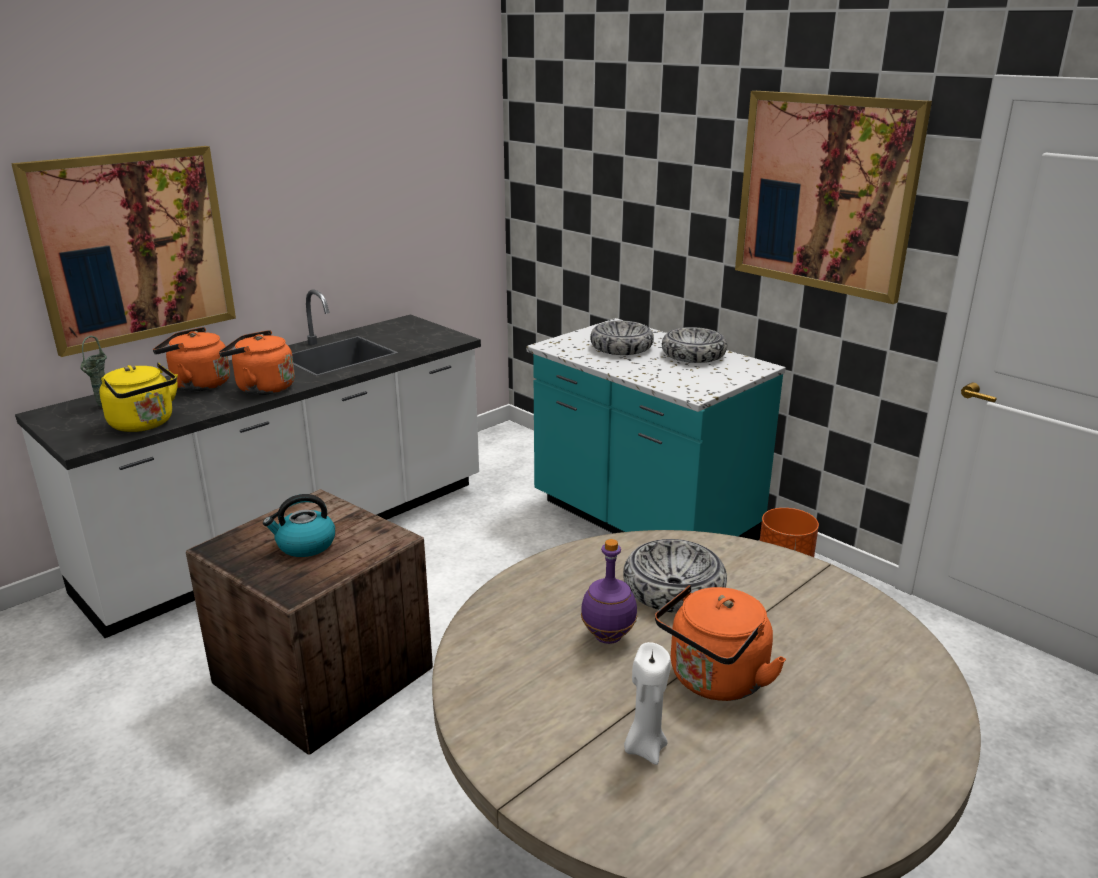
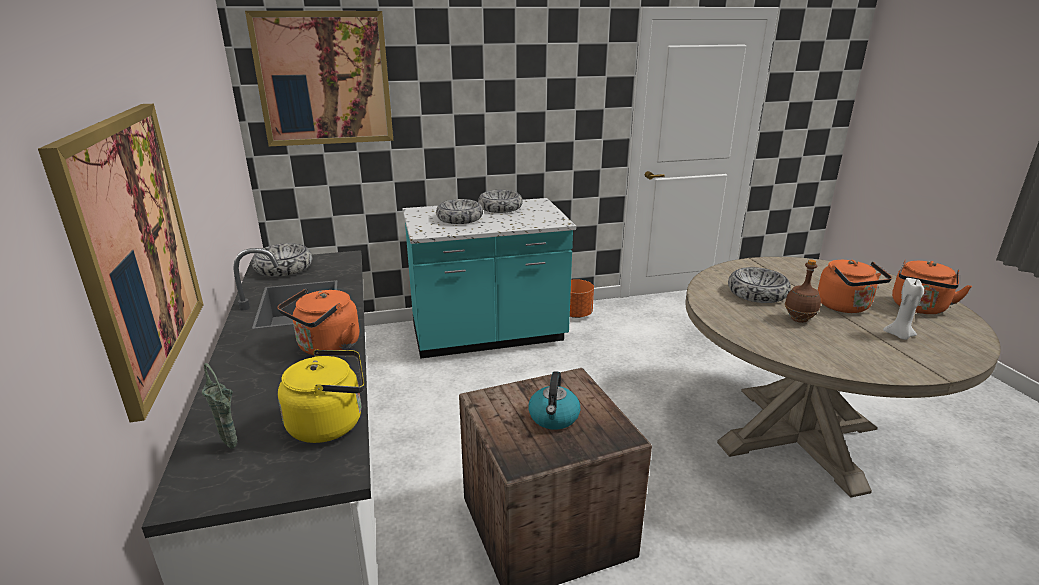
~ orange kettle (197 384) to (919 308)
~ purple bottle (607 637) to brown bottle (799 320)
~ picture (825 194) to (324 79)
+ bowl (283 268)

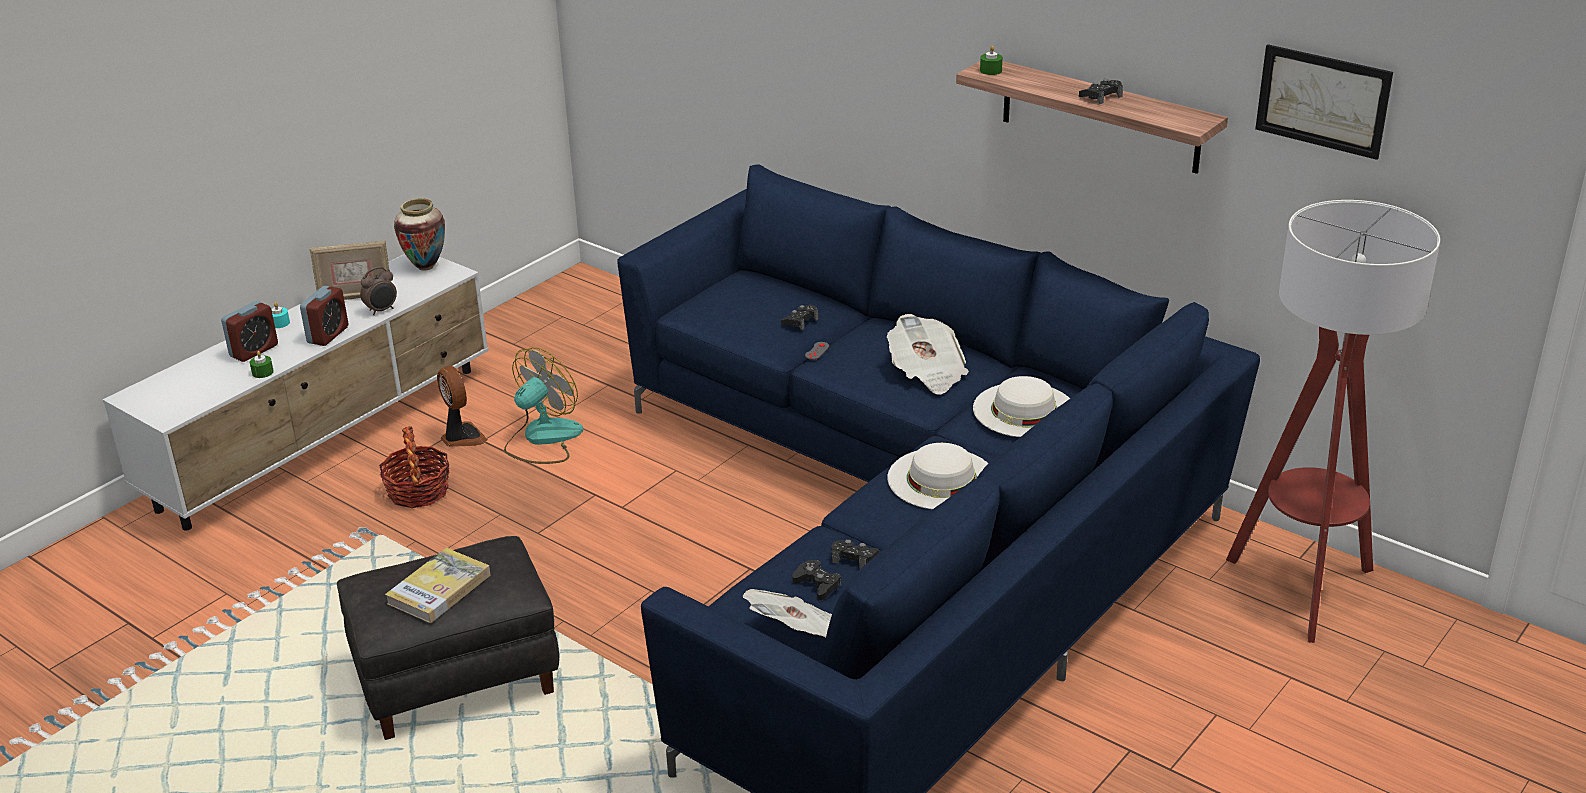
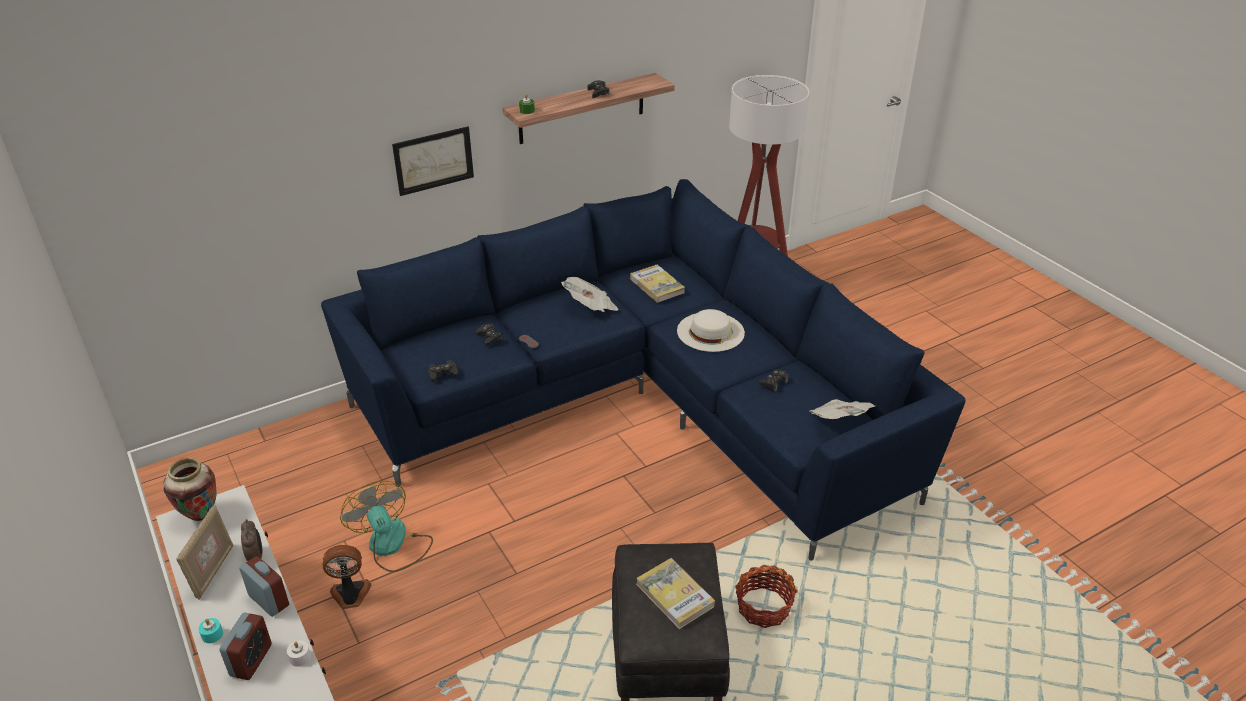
~ alarm clock (254 351) = (251 660) 45 degrees clockwise
~ green candle (262 372) to white candle (300 657)
~ basket (418 491) to (763 608)
~ black game controller (817 584) to (443 374)
~ white hat (1024 410) to book (657 286)
~ picture (1322 101) to (433 160)

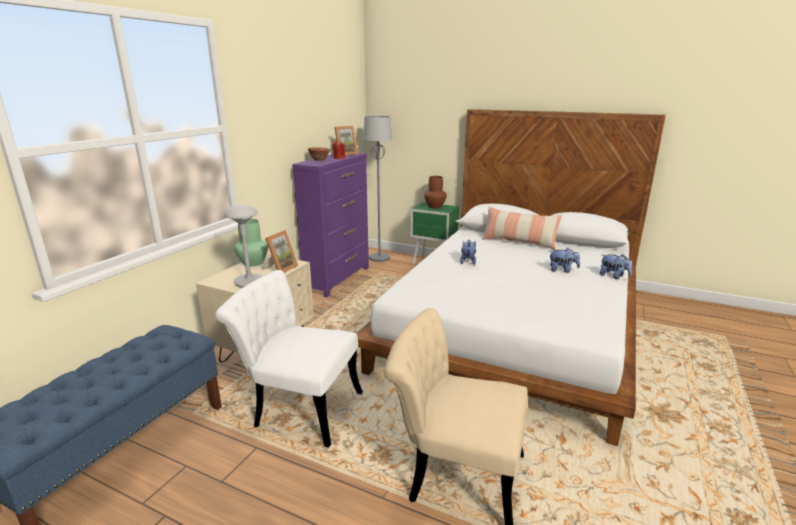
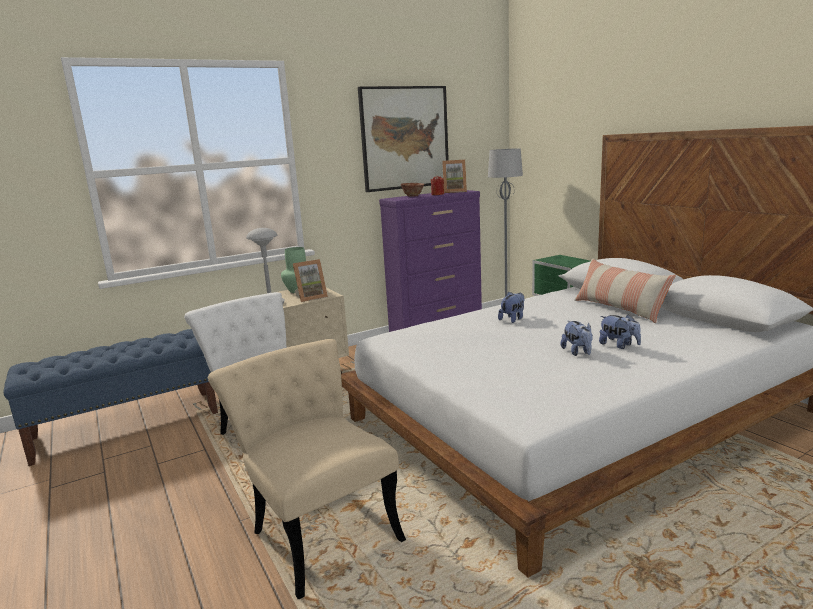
- brown vase (435 206)
~ plush toy (613 276) to (577 352)
+ picture (405 138)

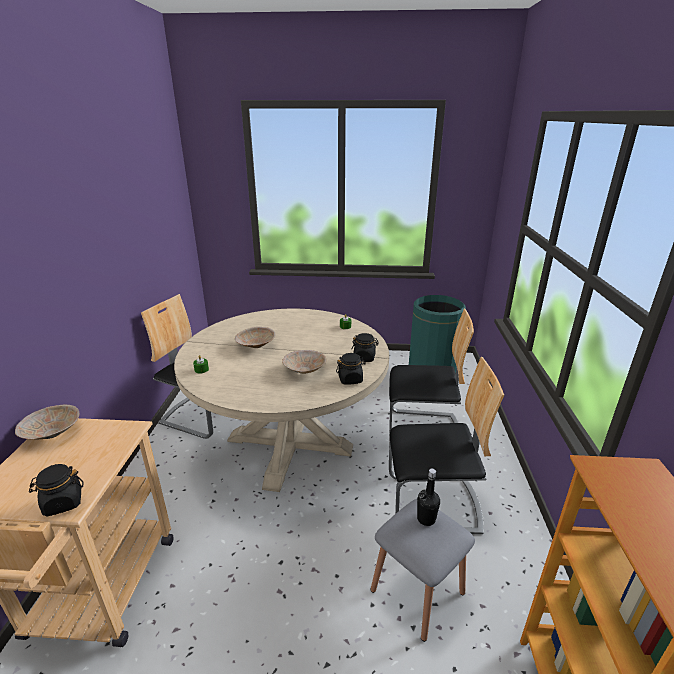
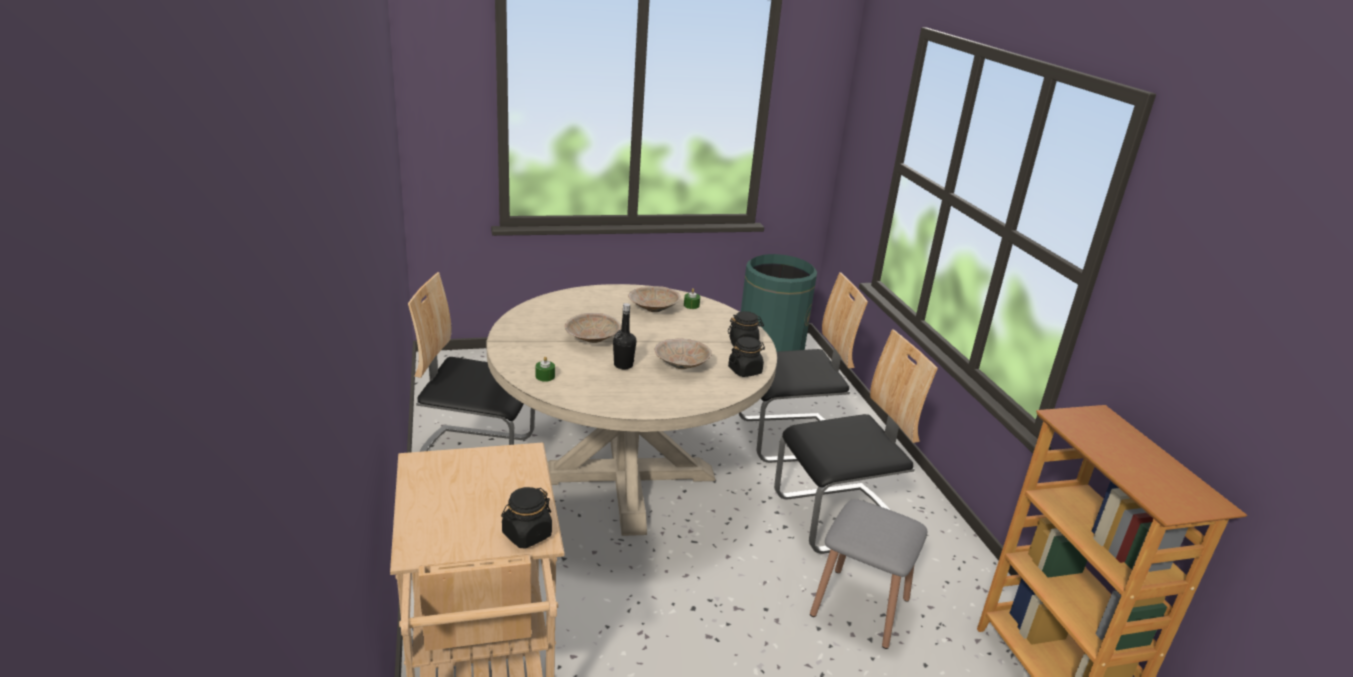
~ beige bowl (52 433) to (652 309)
~ black bottle (426 519) to (623 365)

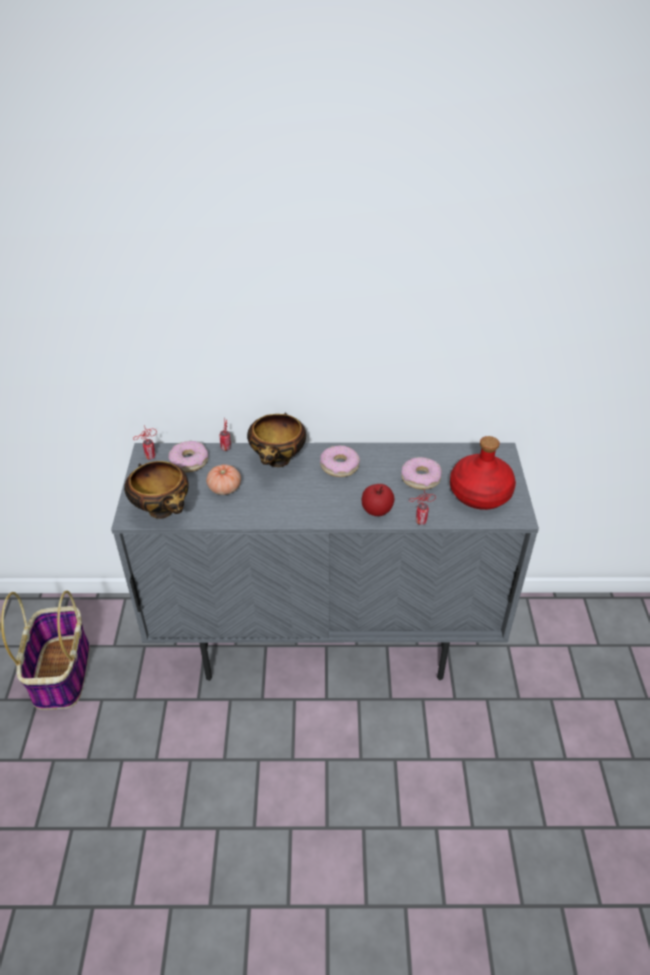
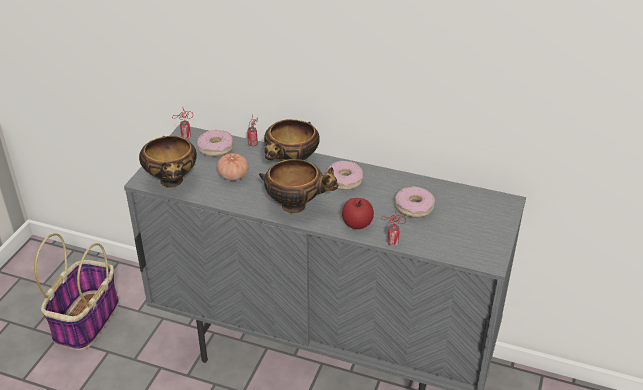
- red bottle (479 494)
+ bowl (297 206)

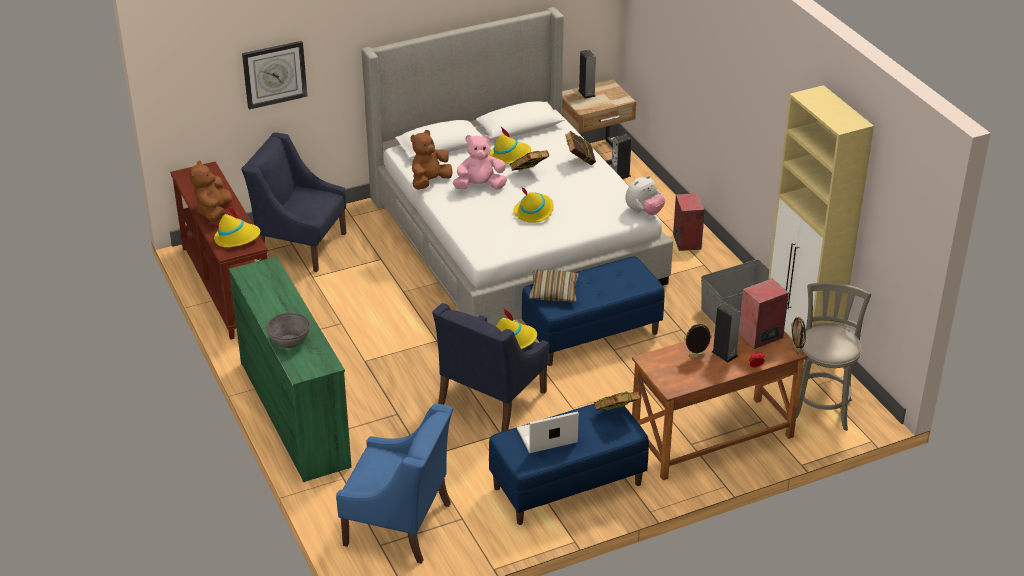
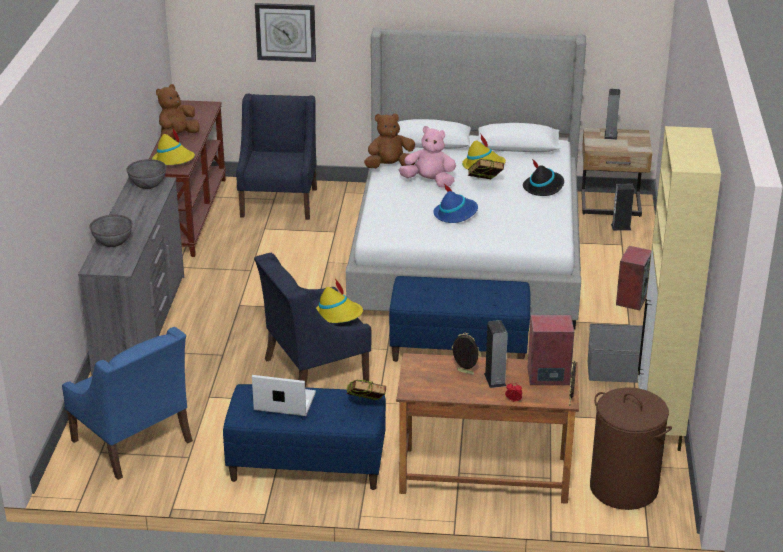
~ green dresser (295 413) to grey dresser (142 326)
~ blue armchair (300 245) = (279 202) 45 degrees clockwise
~ yellow hat (534 211) to blue hat (455 214)
- pillow (554 292)
~ book (580 162) to black hat (543 187)
- plush toy (644 212)
~ grey stool (821 408) to brown laundry basket (624 488)
+ grey bowl (148 184)

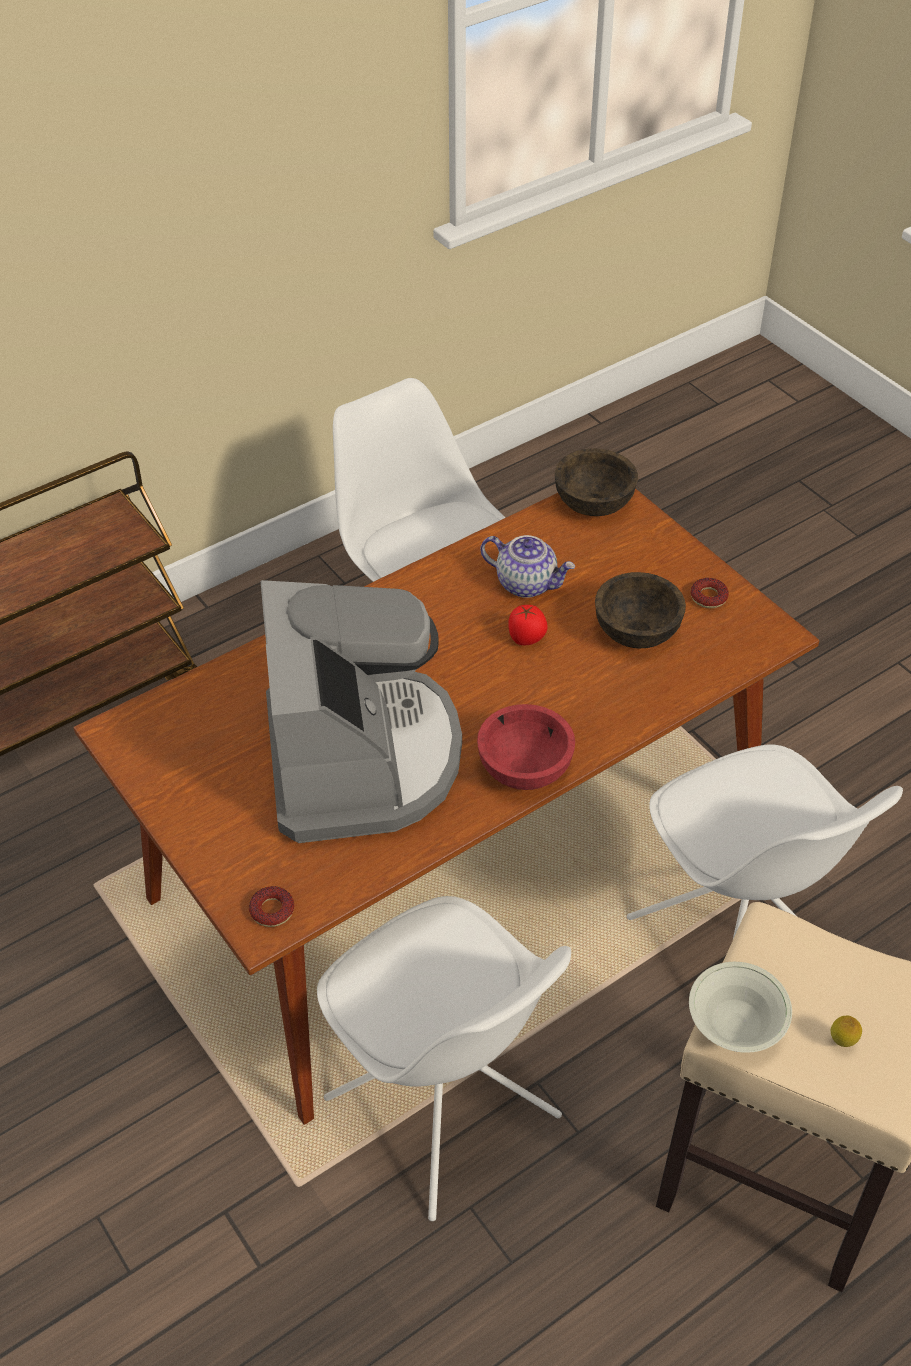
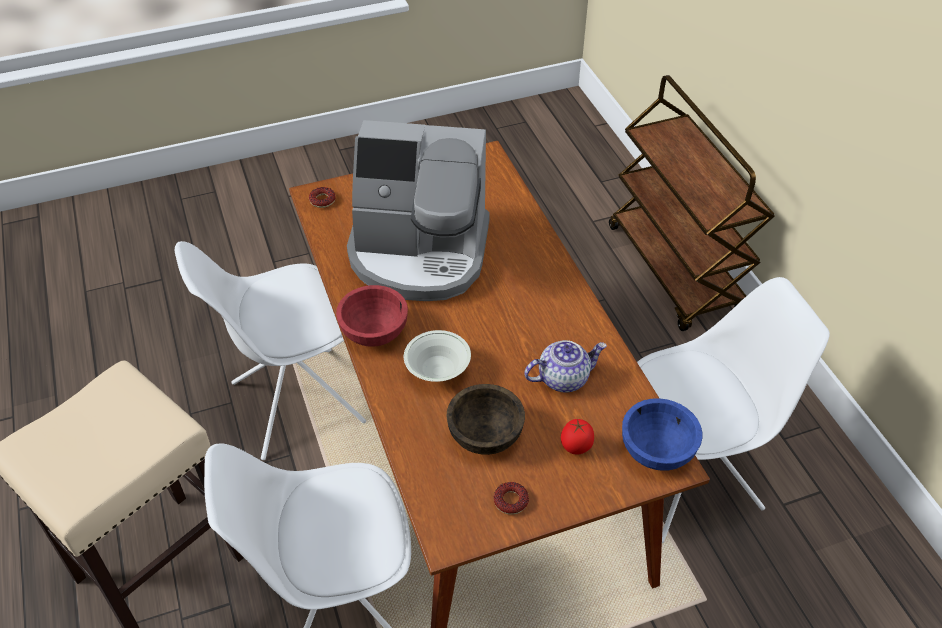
~ teapot (527 583) = (563 378) 150 degrees counterclockwise
~ tomato (526 639) to (575 447)
~ brown bowl (593 503) to blue bowl (657 450)
~ white bowl (735 1026) to (438 371)
- lemon (842 1042)

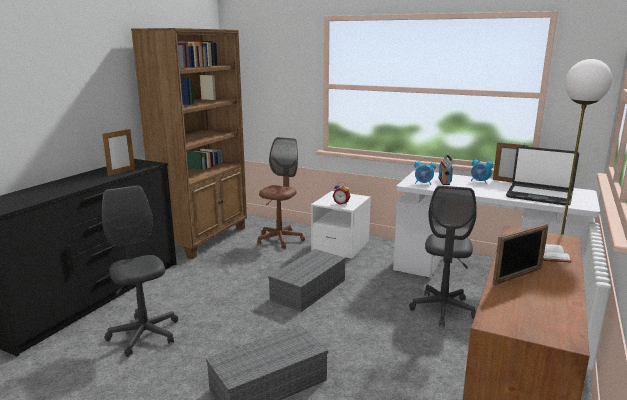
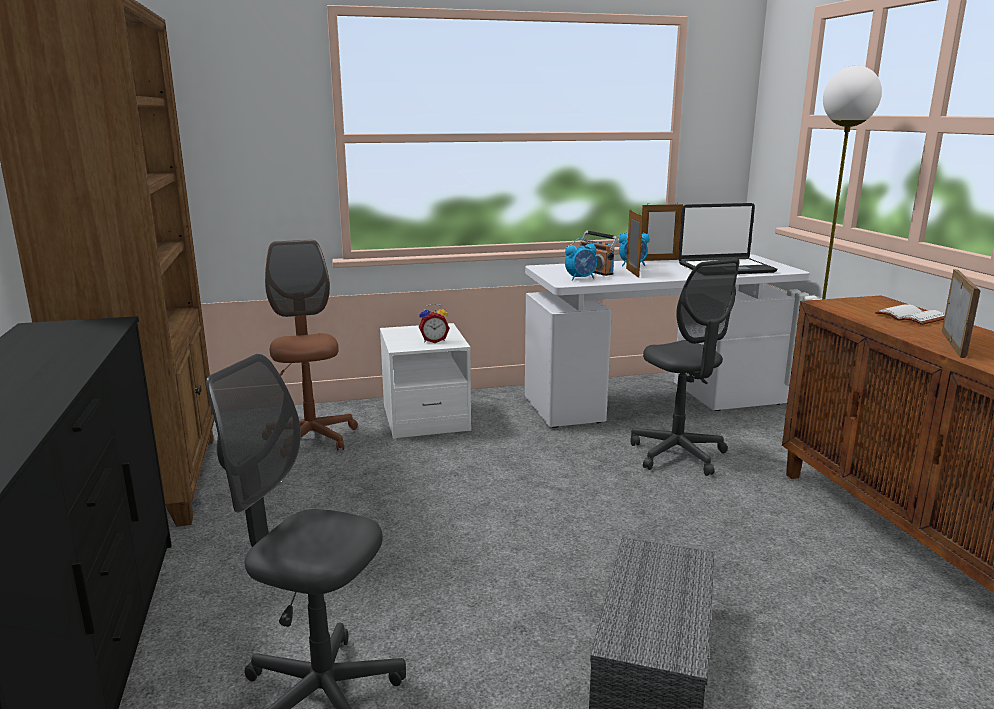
~ picture frame (121 172) to (632 273)
- grey storage box (308 290)

